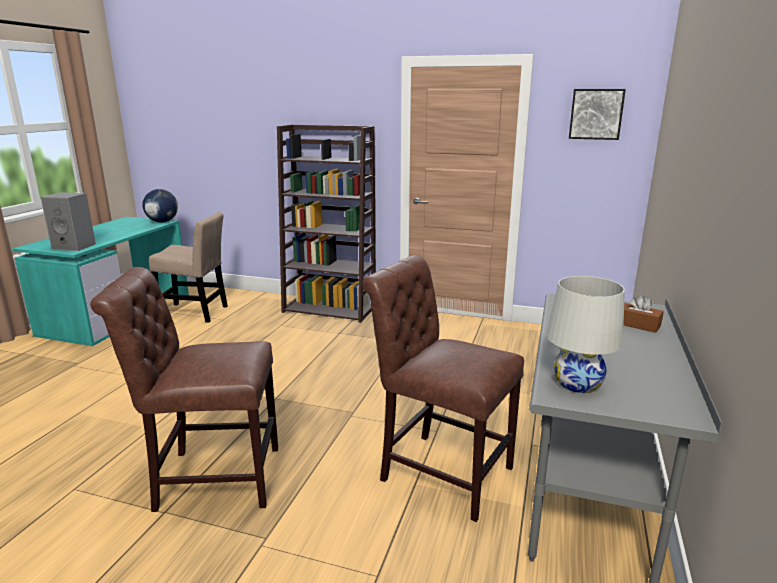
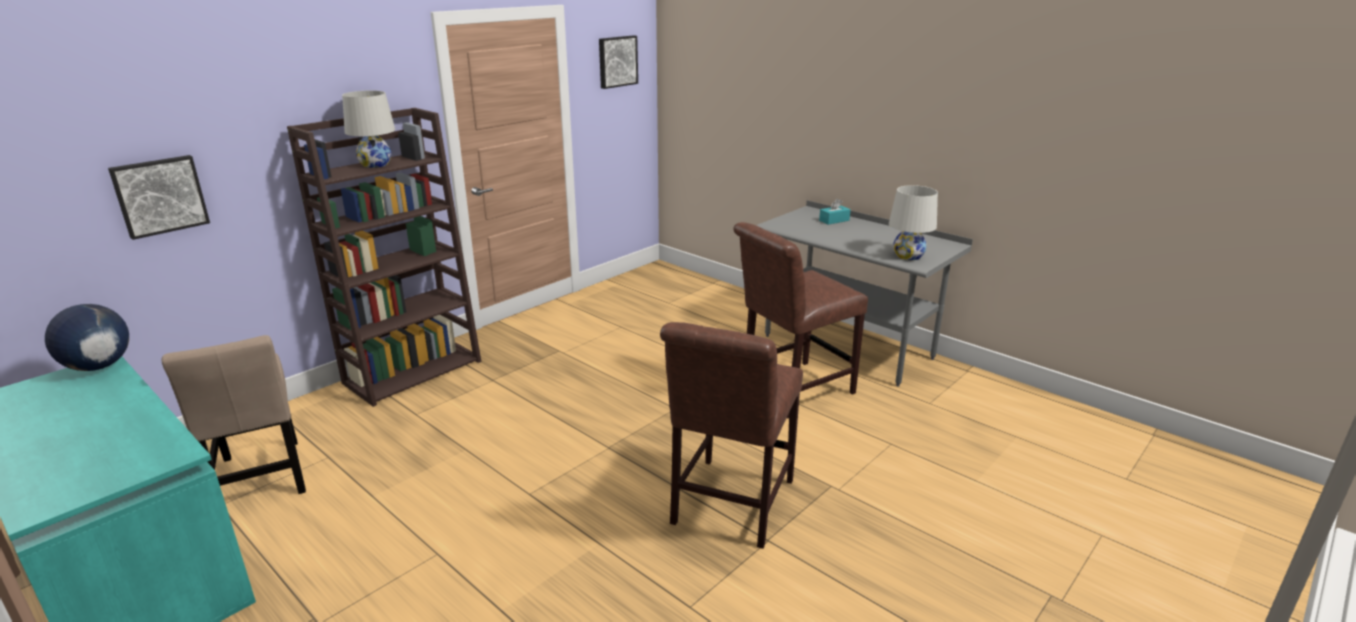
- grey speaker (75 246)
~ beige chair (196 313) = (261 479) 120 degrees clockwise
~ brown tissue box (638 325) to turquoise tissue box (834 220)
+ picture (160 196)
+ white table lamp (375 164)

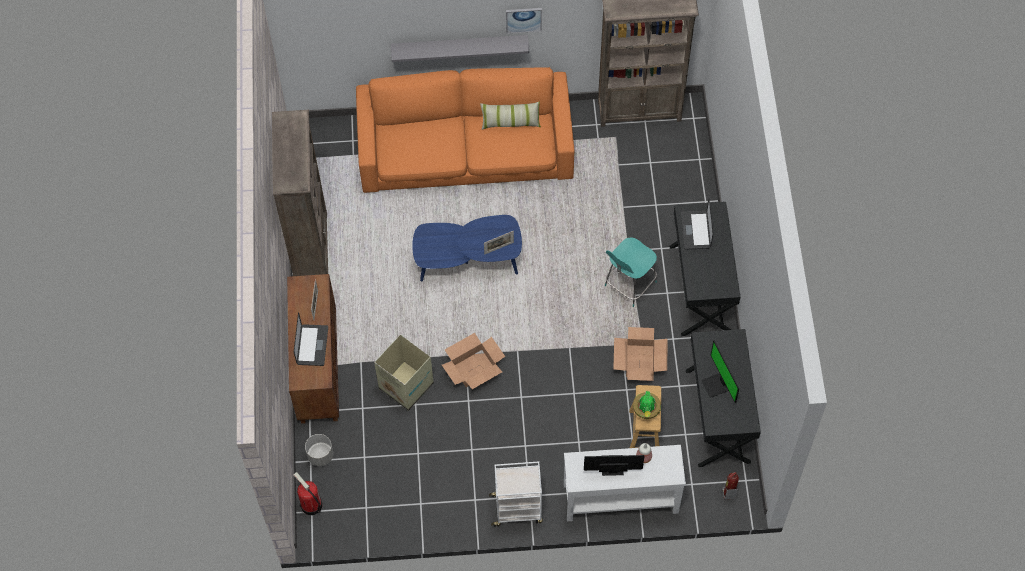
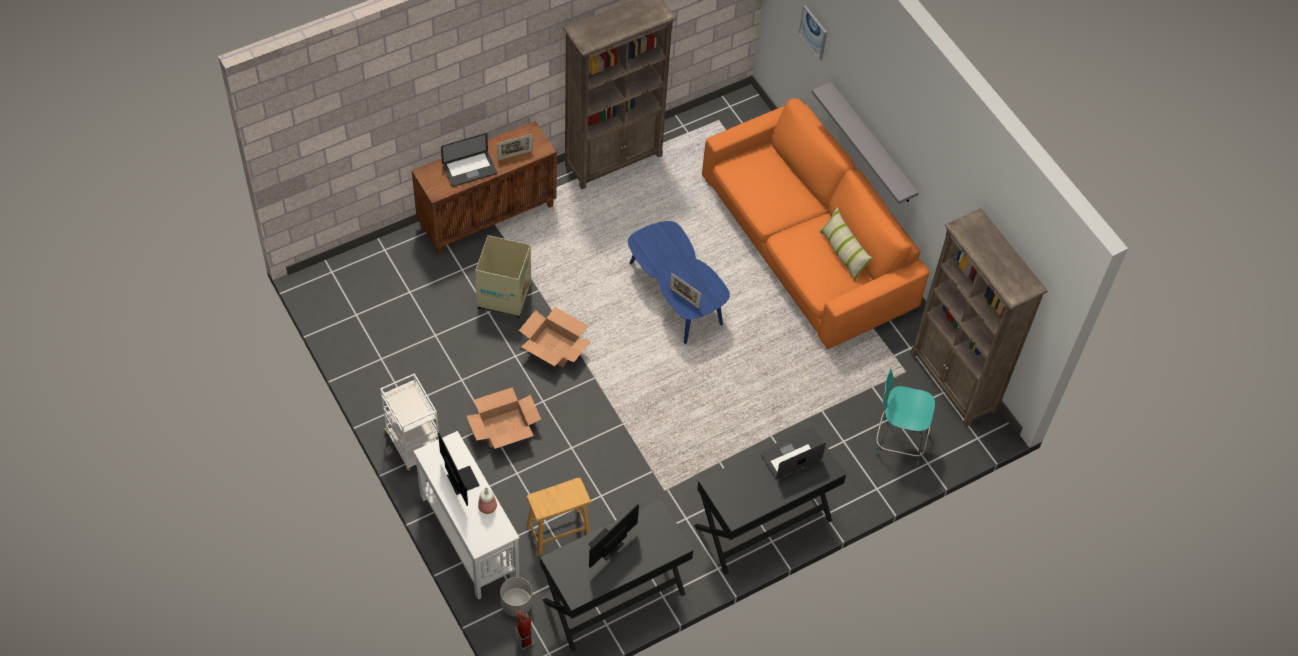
- fire extinguisher (311 505)
~ grey planter (320 456) to (516 604)
~ picture (523 19) to (814 32)
~ turquoise chair (629 285) to (898 440)
~ cardboard box (639 361) to (504 427)
- potted plant (646 411)

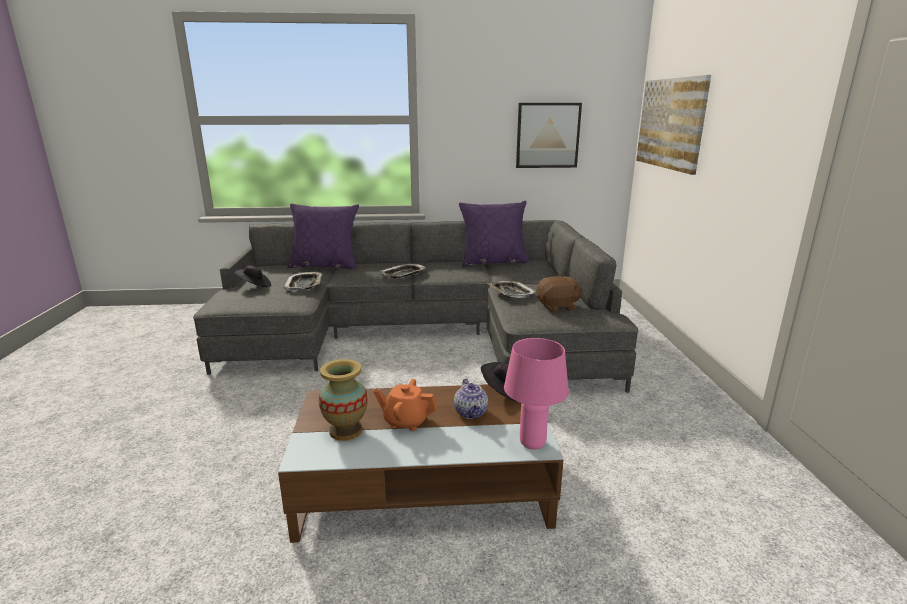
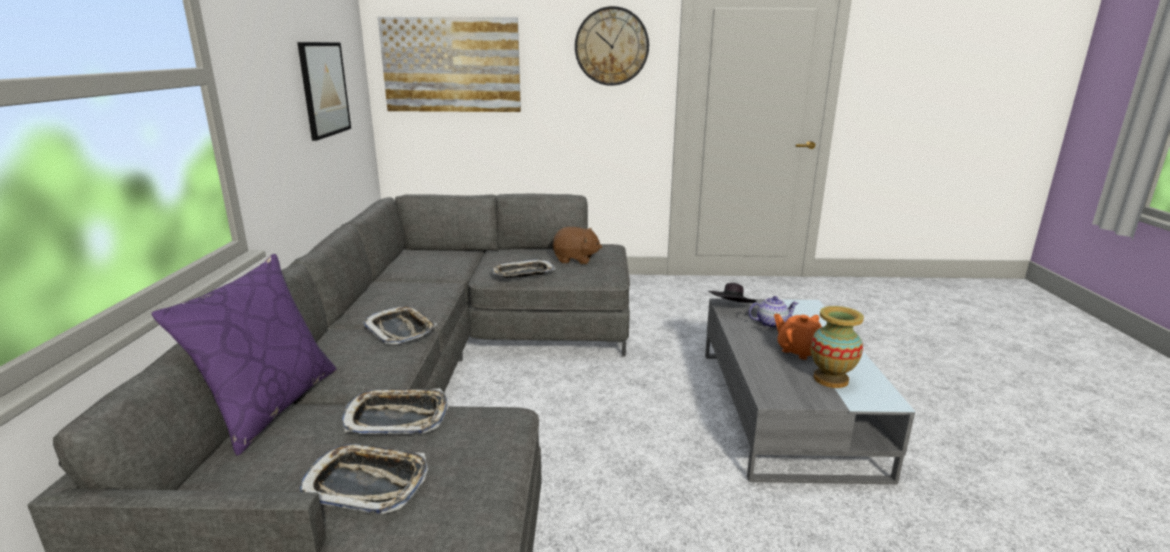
~ black hat (254 286) to tray (367 484)
~ brown coffee table (423 485) to grey coffee table (785 409)
~ orange teapot (406 421) = (799 351) 120 degrees clockwise
- purple pillow (493 262)
- pink table lamp (531 443)
~ brown plush toy (557 307) = (575 259) 105 degrees clockwise
+ wall clock (611 46)

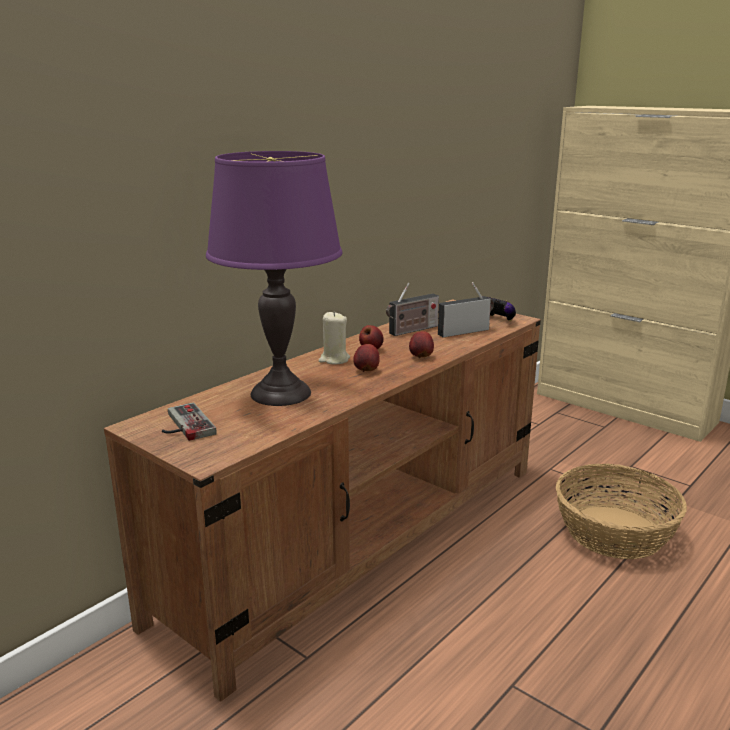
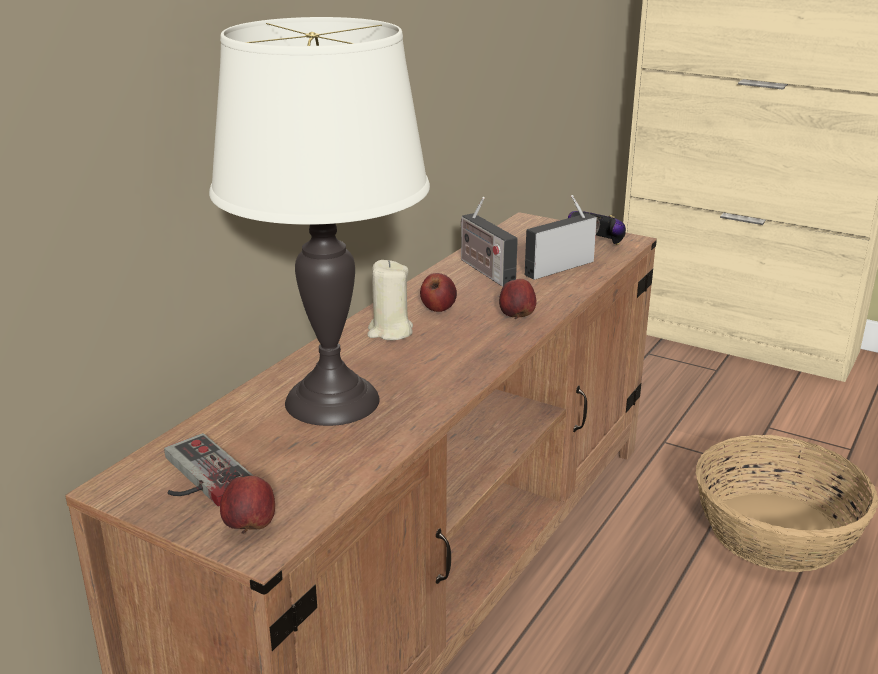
~ purple table lamp (280 393) to white table lamp (332 401)
~ apple (366 371) to (250 527)
~ radio (412 330) = (484 270) 105 degrees clockwise

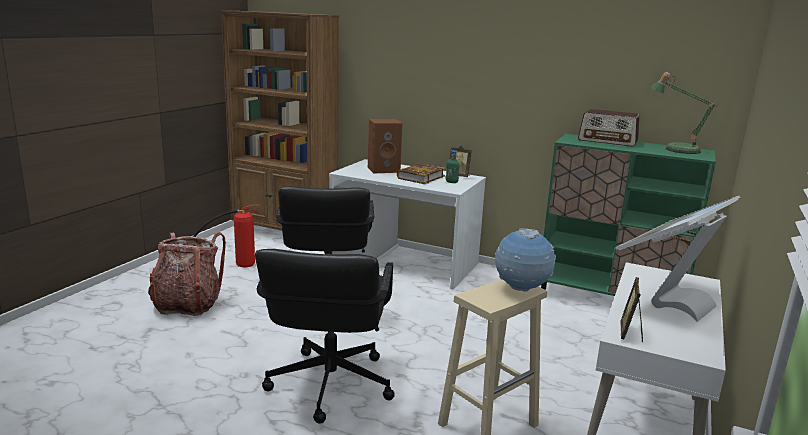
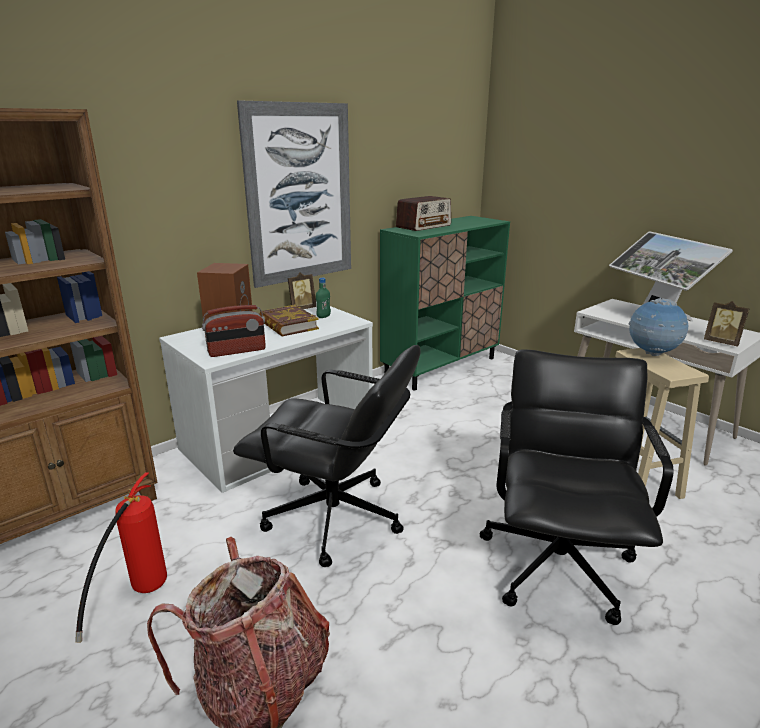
~ black office chair (329 385) = (558 564) 105 degrees counterclockwise
- table lamp (676 149)
+ radio (237 351)
+ picture (300 194)

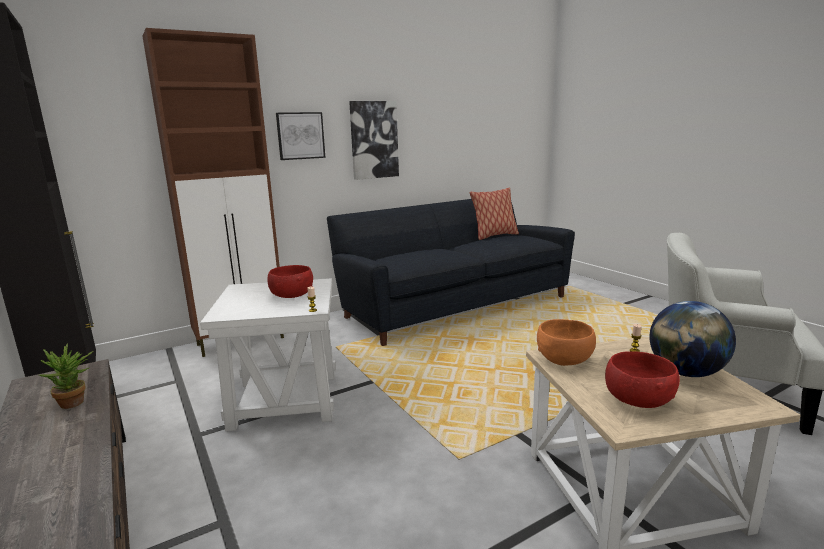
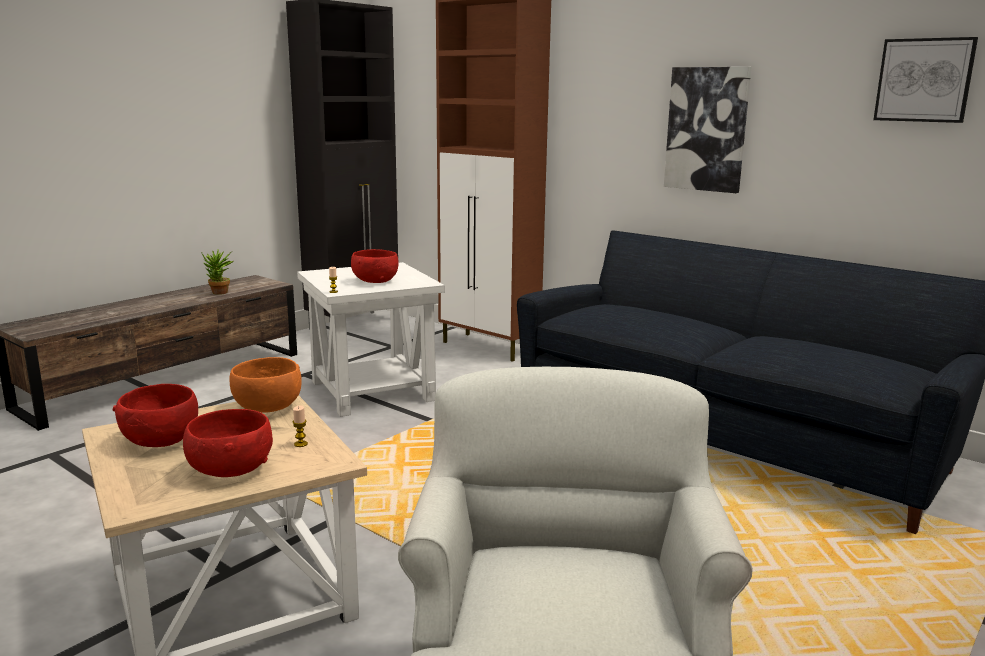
~ picture (300 135) to (924 80)
- pillow (494 236)
~ globe (686 373) to red bowl (230 470)

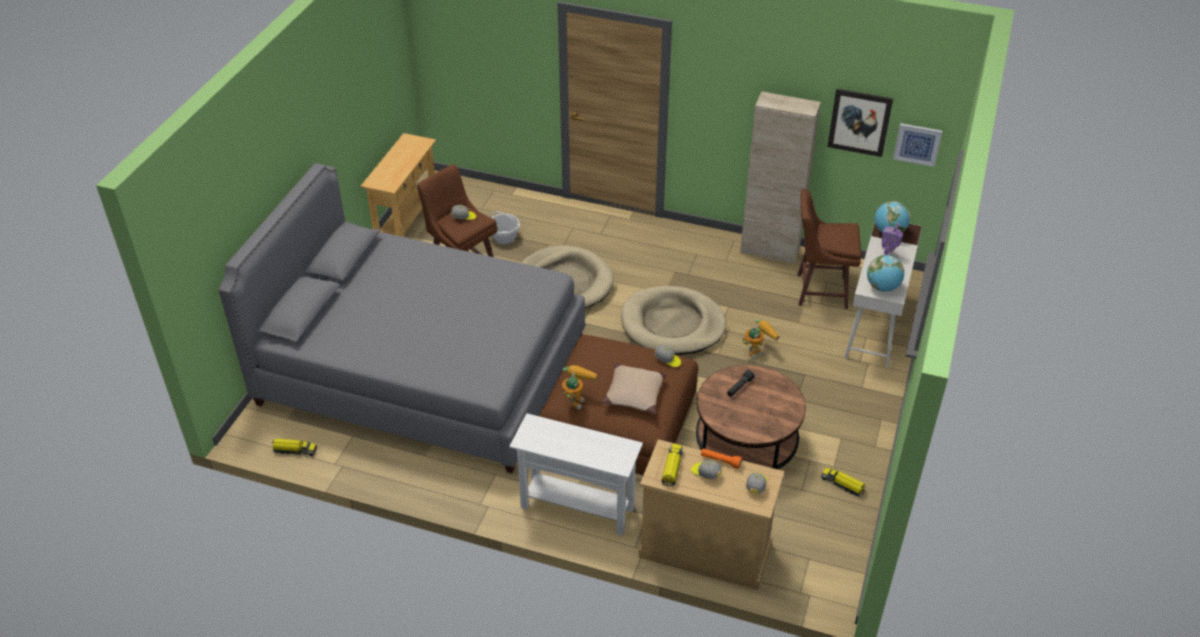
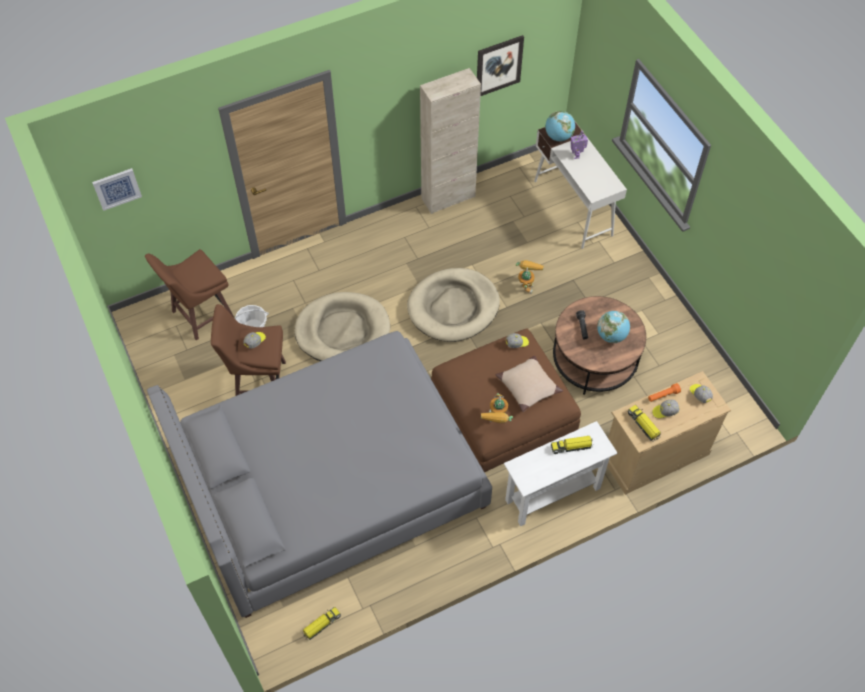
- beige console table (407 223)
~ toy robot (576 398) = (496 421) 150 degrees counterclockwise
~ brown stool (820 290) to (200 315)
~ toy truck (843 485) to (571 446)
~ globe (882 287) to (611 335)
~ picture (917 144) to (117 188)

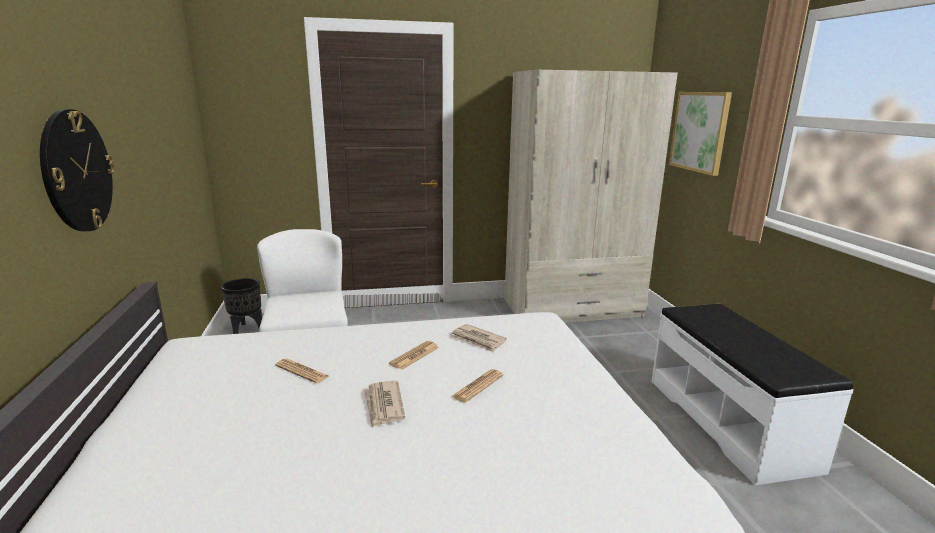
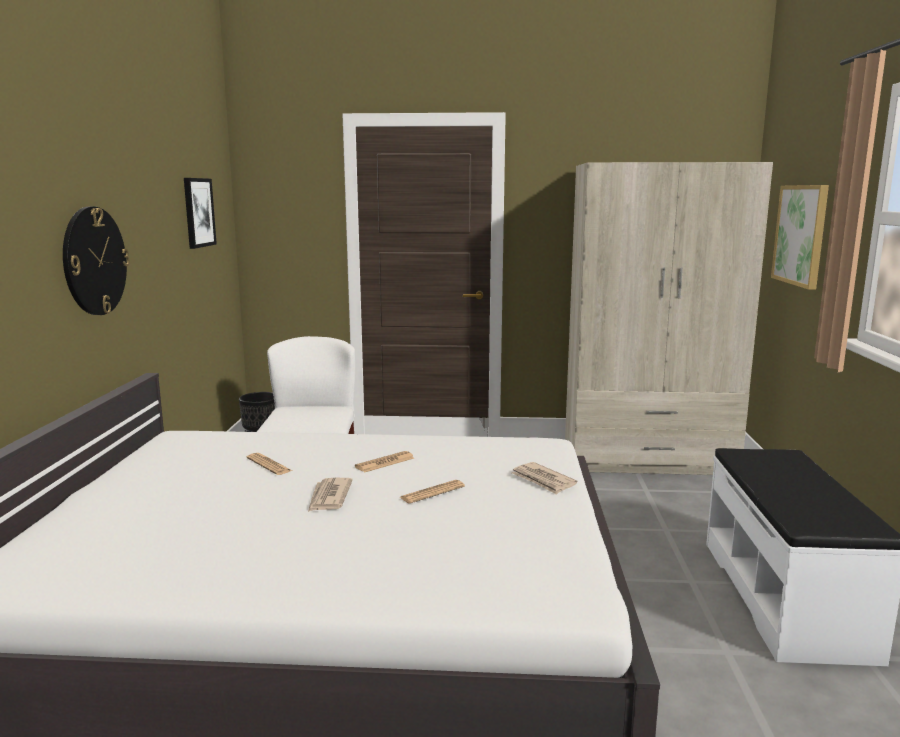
~ newspaper (478 340) to (543 481)
+ picture (198 212)

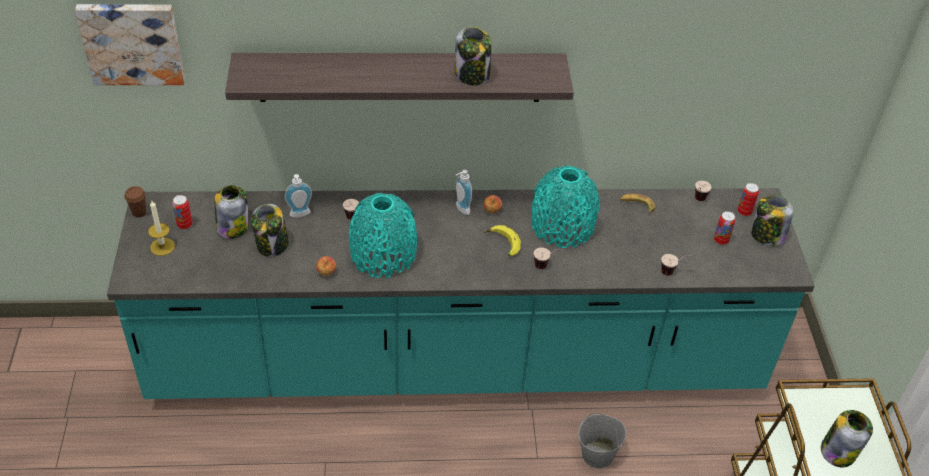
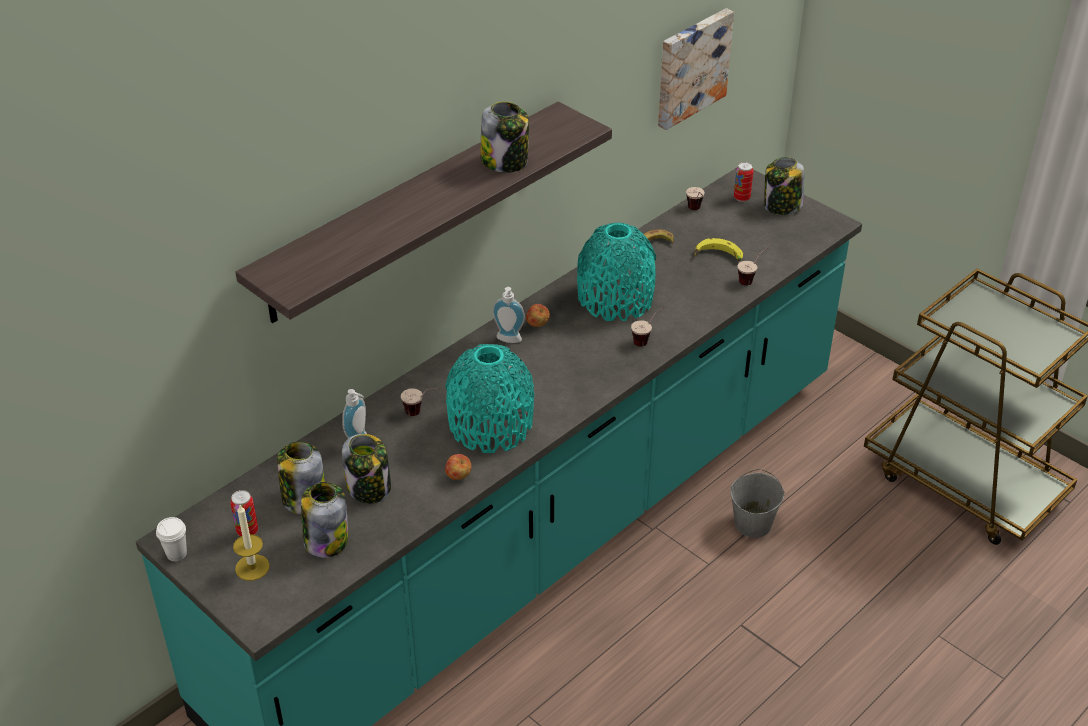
~ picture (132 42) to (691 67)
~ brown cup (139 212) to white cup (176 554)
~ banana (502 244) to (718 257)
- can (721 240)
~ jar (838 451) to (326 540)

